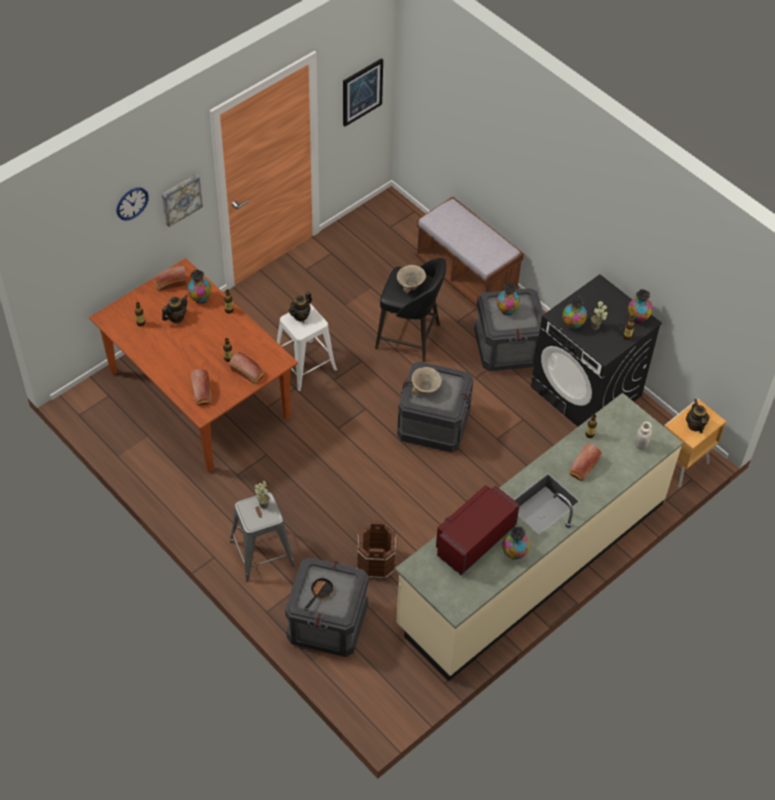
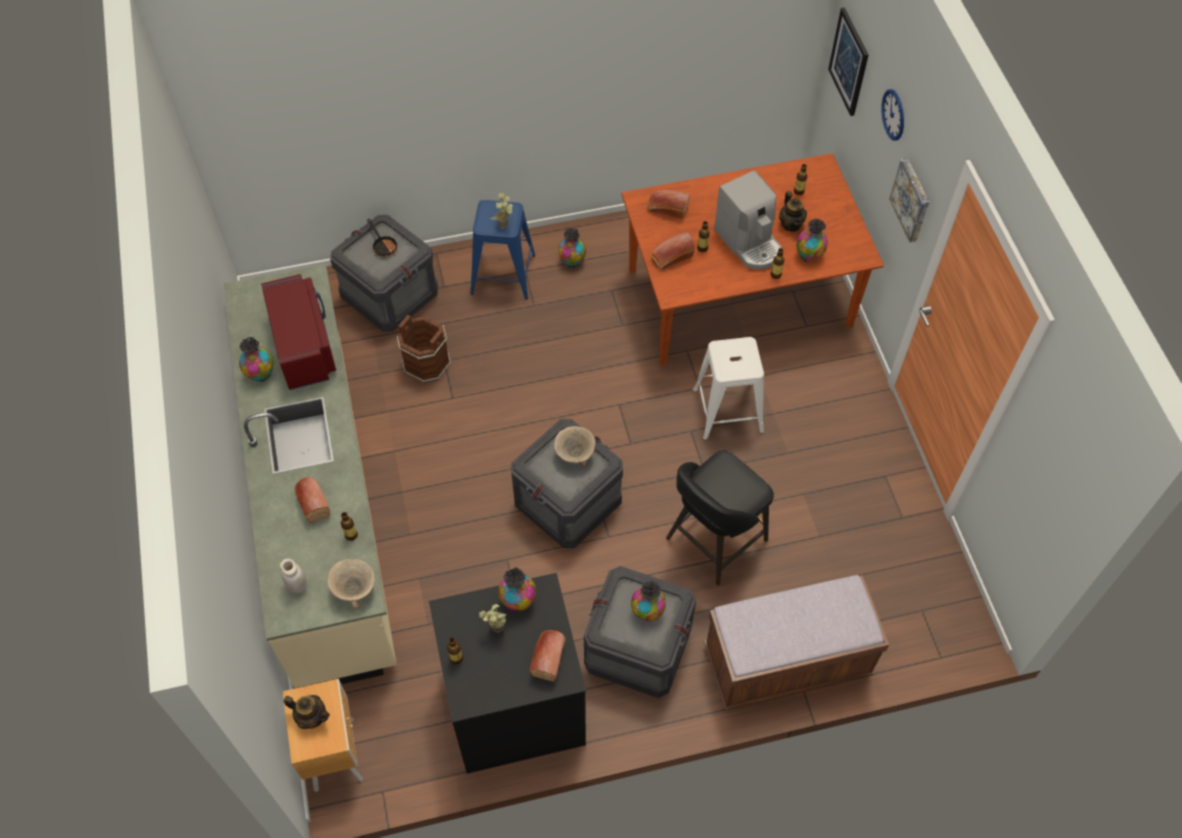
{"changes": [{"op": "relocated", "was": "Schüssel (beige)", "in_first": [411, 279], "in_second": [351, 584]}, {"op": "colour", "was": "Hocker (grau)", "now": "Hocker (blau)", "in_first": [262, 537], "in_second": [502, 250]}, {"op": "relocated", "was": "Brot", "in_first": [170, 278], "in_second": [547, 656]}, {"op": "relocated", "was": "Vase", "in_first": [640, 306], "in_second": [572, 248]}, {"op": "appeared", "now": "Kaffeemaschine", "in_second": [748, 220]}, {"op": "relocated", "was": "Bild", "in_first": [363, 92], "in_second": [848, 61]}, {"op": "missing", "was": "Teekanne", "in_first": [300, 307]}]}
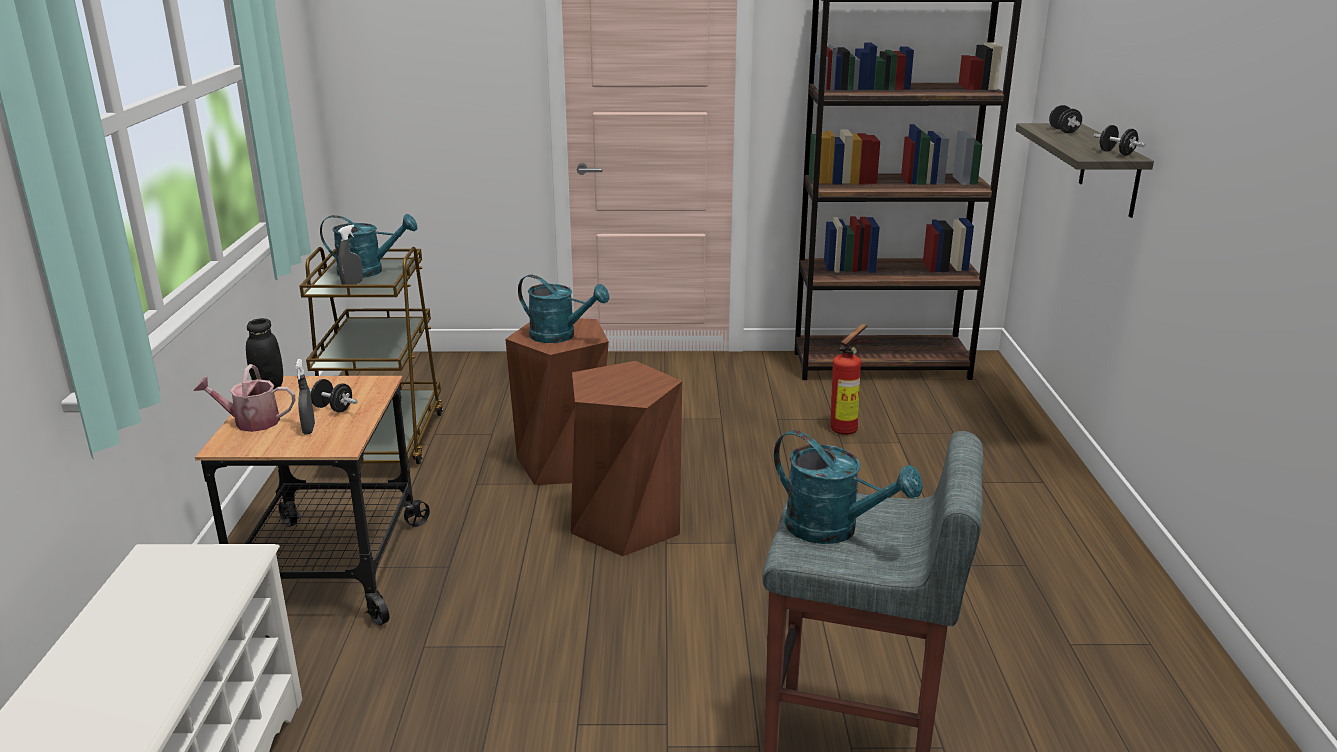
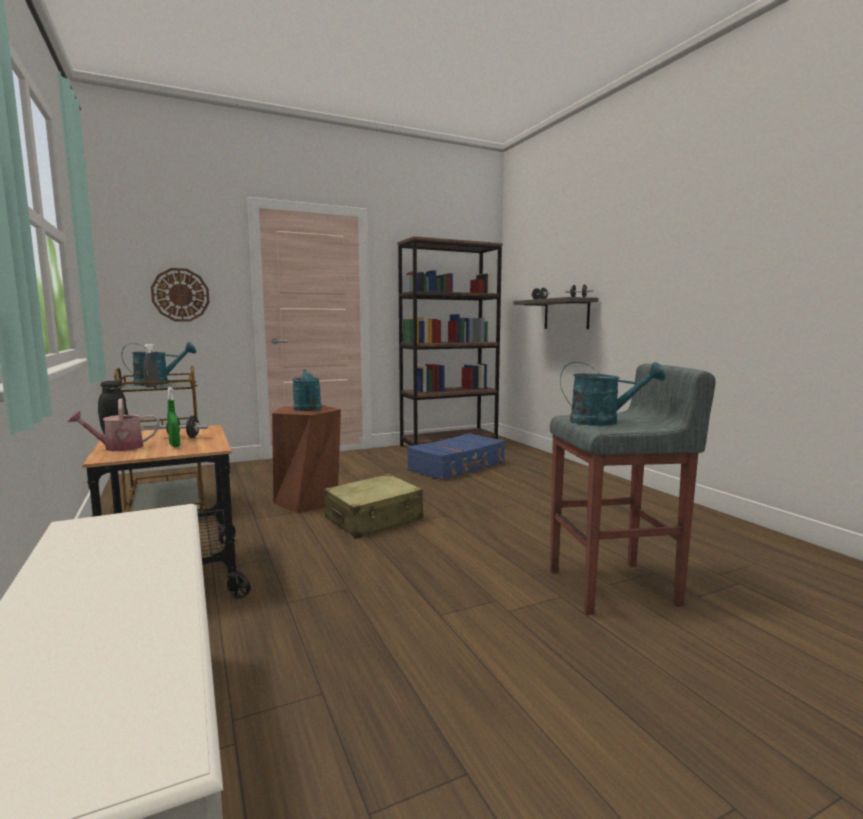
{"changes": [{"op": "appeared", "now": "Wanduhr", "in_second": [180, 295]}, {"op": "colour", "was": "Sprühflasche (grau)", "now": "Sprühflasche (grün)", "in_first": [305, 397], "in_second": [173, 417]}, {"op": "spun", "was": "Gießkanne (türkis)", "in_first": [563, 309], "in_second": [307, 390], "clockwise": 75}, {"op": "exchanged", "was": "Hocker (braun)", "now": "Koffer (beige)", "in_first": [626, 458], "in_second": [373, 506]}, {"op": "exchanged", "was": "Feuerlöscher", "now": "Koffer (blau)", "in_first": [850, 379], "in_second": [456, 456]}]}
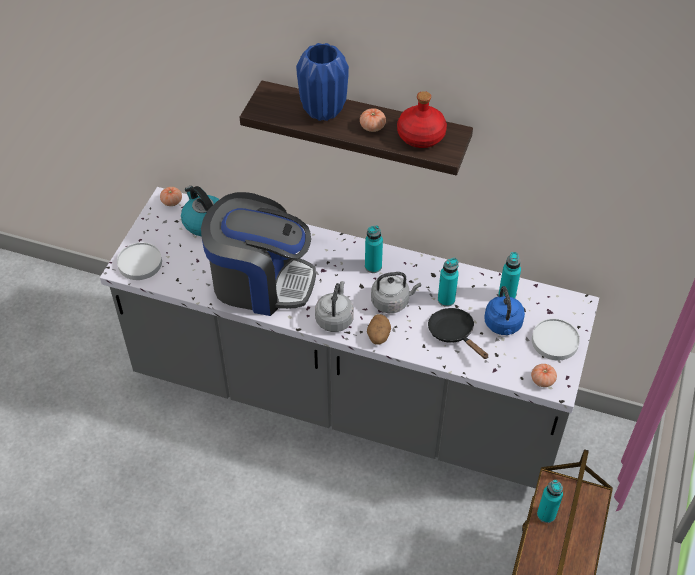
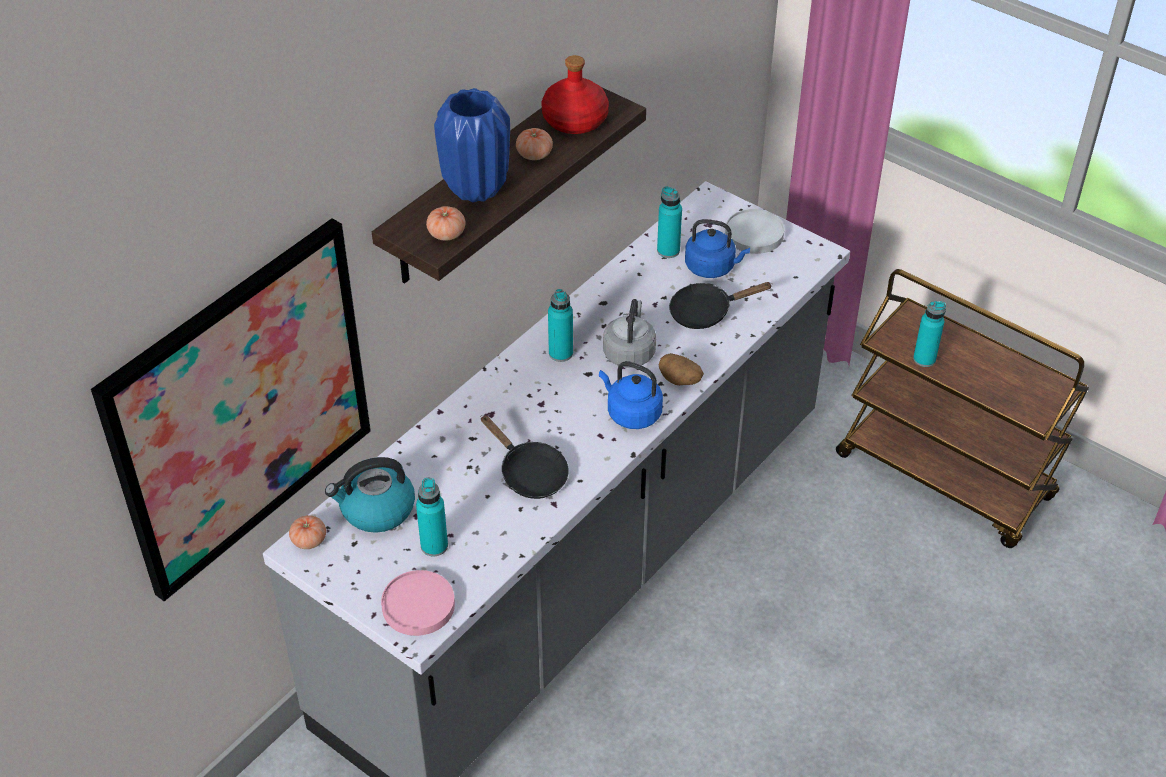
{"changes": [{"op": "appeared", "now": "Bild", "in_second": [231, 410]}, {"op": "colour", "was": "Teller (weiß)", "now": "Teller (rosa)", "in_first": [139, 261], "in_second": [418, 603]}, {"op": "relocated", "was": "Flasche (türkis)", "in_first": [448, 282], "in_second": [432, 517]}, {"op": "relocated", "was": "Tomate", "in_first": [544, 375], "in_second": [445, 223]}, {"op": "exchanged", "was": "Kaffeemaschine", "now": "Pfanne (schwarz)", "in_first": [258, 254], "in_second": [524, 457]}, {"op": "colour", "was": "Wasserkessel (grau)", "now": "Wasserkessel (blau)", "in_first": [334, 306], "in_second": [631, 395]}]}
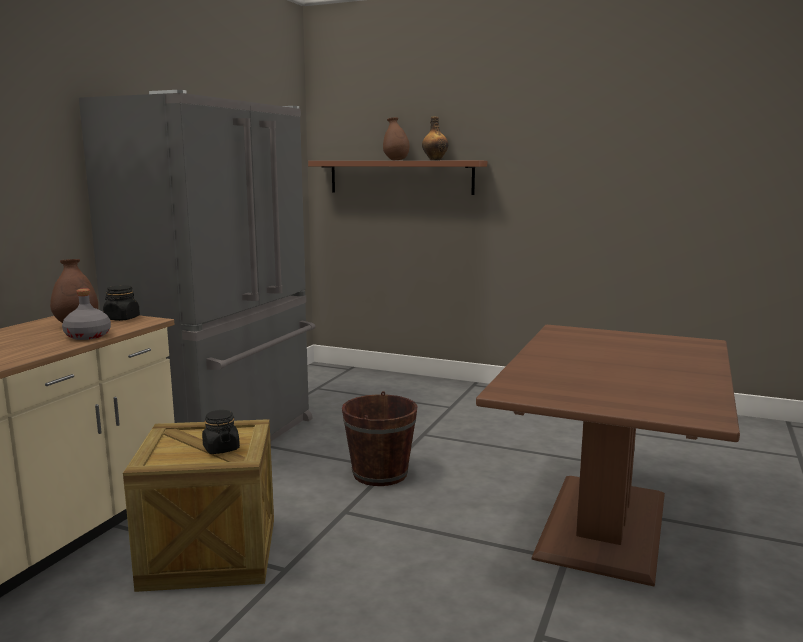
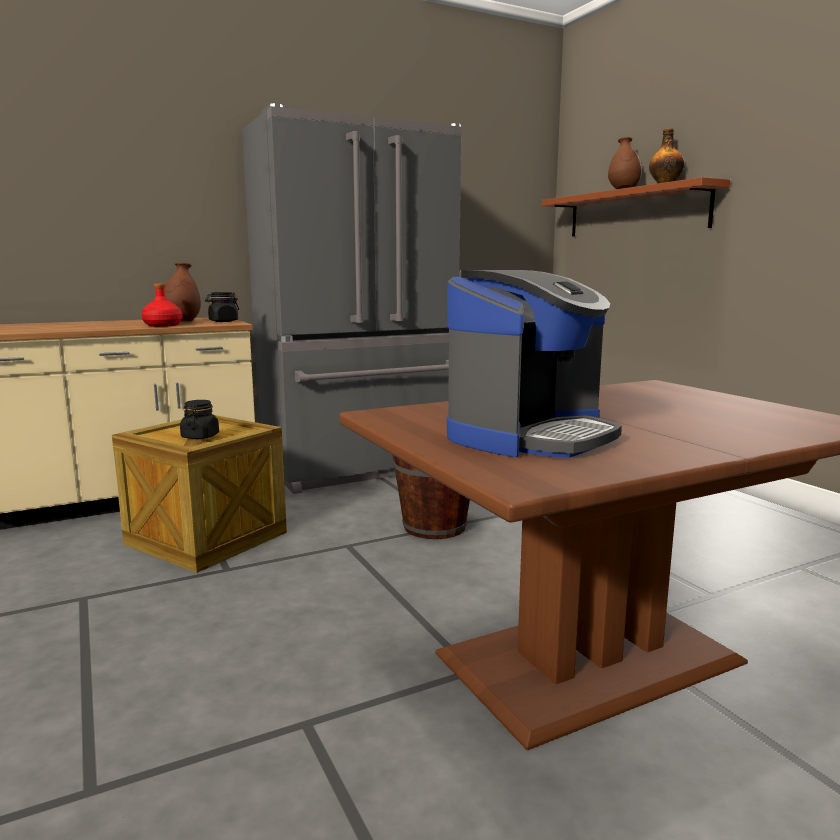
{"changes": [{"op": "colour", "was": "Flasche (grau)", "now": "Flasche (rot)", "in_first": [86, 314], "in_second": [162, 305]}, {"op": "appeared", "now": "Kaffeemaschine", "in_second": [534, 364]}]}
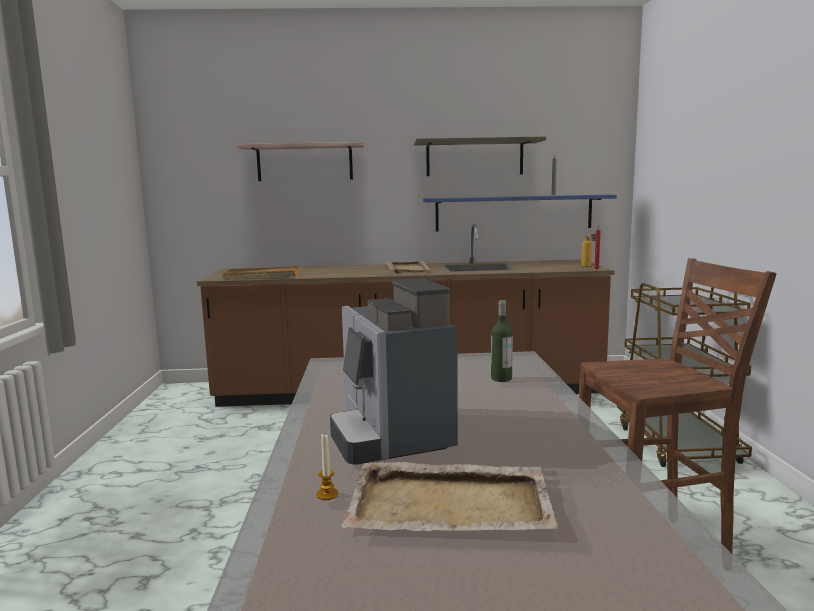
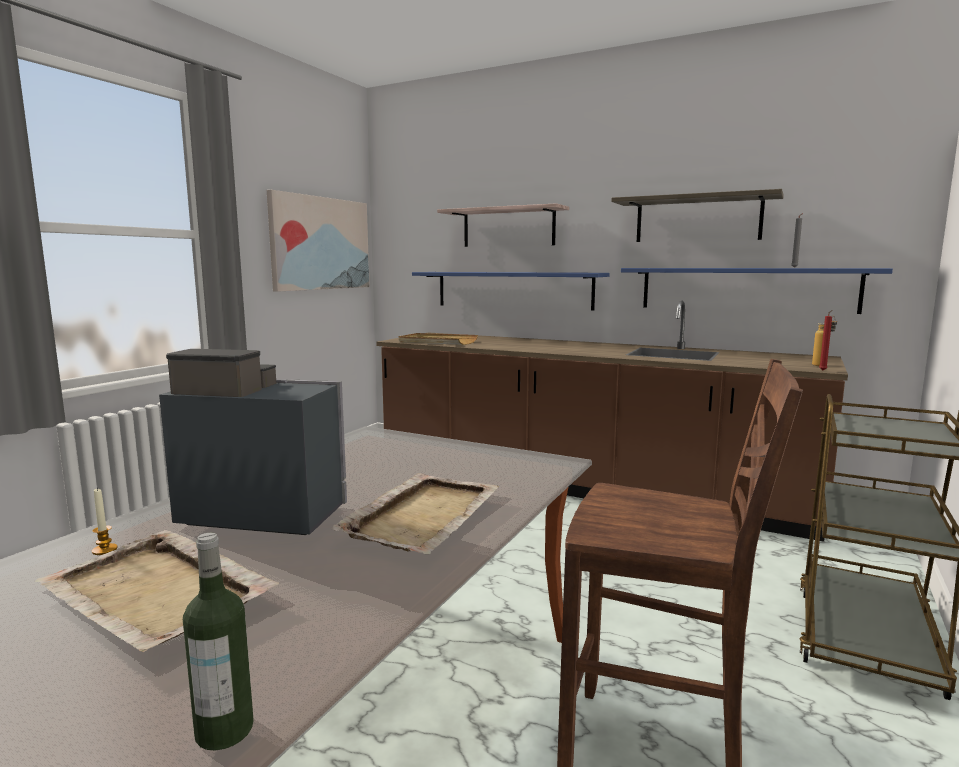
{"changes": [{"op": "spun", "was": "Kaffeemaschine", "in_first": [394, 372], "in_second": [253, 442], "clockwise": 90}, {"op": "relocated", "was": "Flasche", "in_first": [502, 341], "in_second": [218, 642]}, {"op": "appeared", "now": "Bild", "in_second": [318, 241]}, {"op": "relocated", "was": "Tablett (beige)", "in_first": [408, 267], "in_second": [414, 513]}, {"op": "appeared", "now": "Wandregal (blau)", "in_second": [510, 291]}]}
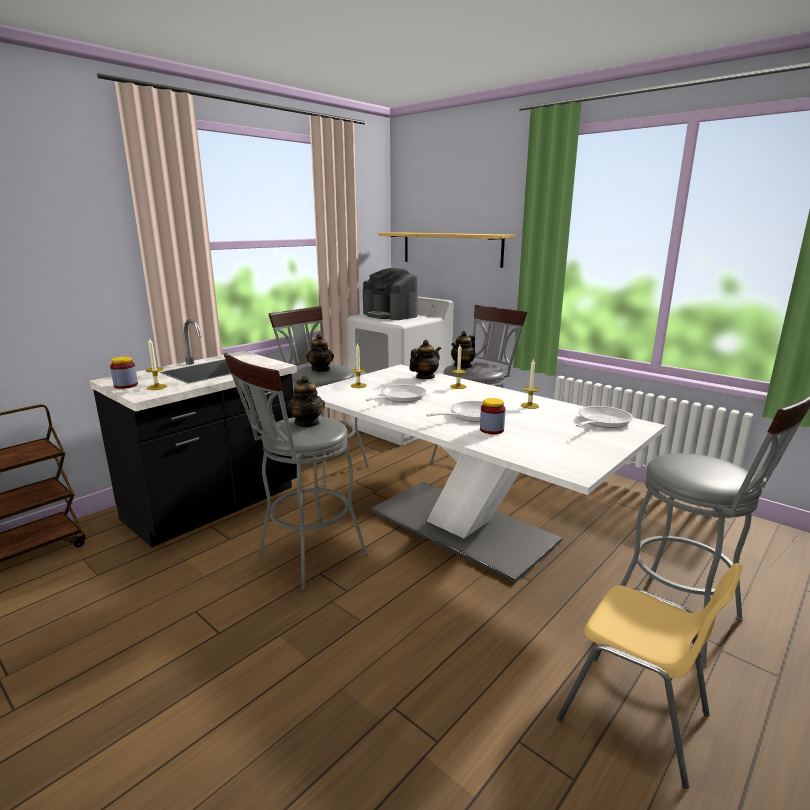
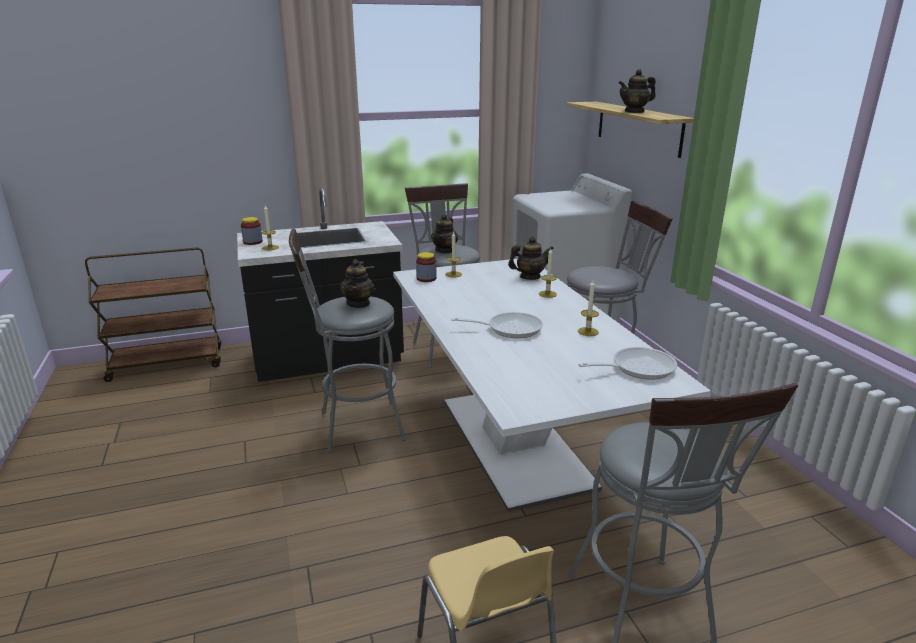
{"changes": [{"op": "relocated", "was": "Vorratsglas", "in_first": [492, 416], "in_second": [426, 267]}, {"op": "relocated", "was": "Teekanne", "in_first": [463, 350], "in_second": [637, 91]}, {"op": "missing", "was": "Kaffeemaschine", "in_first": [390, 294]}, {"op": "missing", "was": "Pfanne", "in_first": [395, 393]}]}
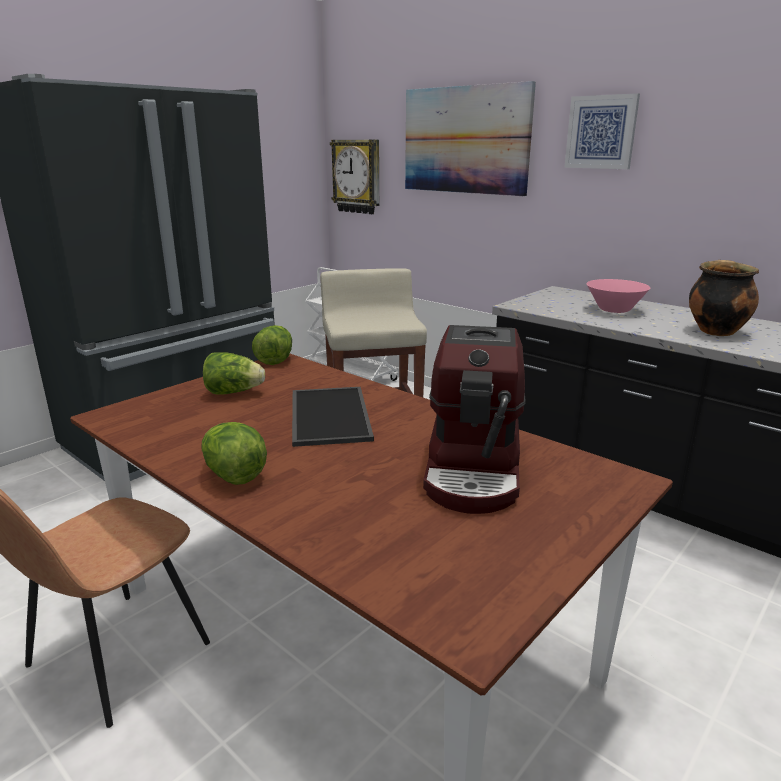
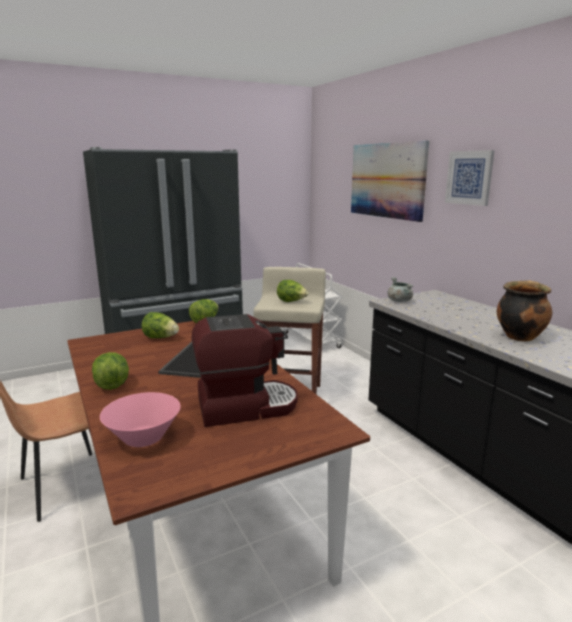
{"changes": [{"op": "relocated", "was": "Schüssel (rosa)", "in_first": [618, 296], "in_second": [140, 419]}, {"op": "spun", "was": "Kaffeemaschine", "in_first": [474, 419], "in_second": [245, 370], "clockwise": -135}, {"op": "appeared", "now": "Salatkopf", "in_second": [293, 291]}, {"op": "appeared", "now": "Kochtopf (grau)", "in_second": [400, 289]}, {"op": "missing", "was": "Wanduhr", "in_first": [354, 177]}]}
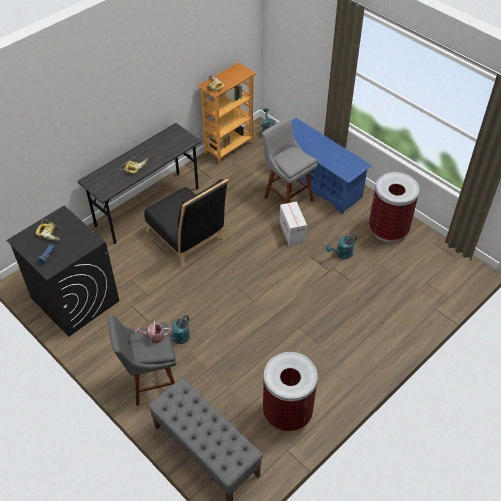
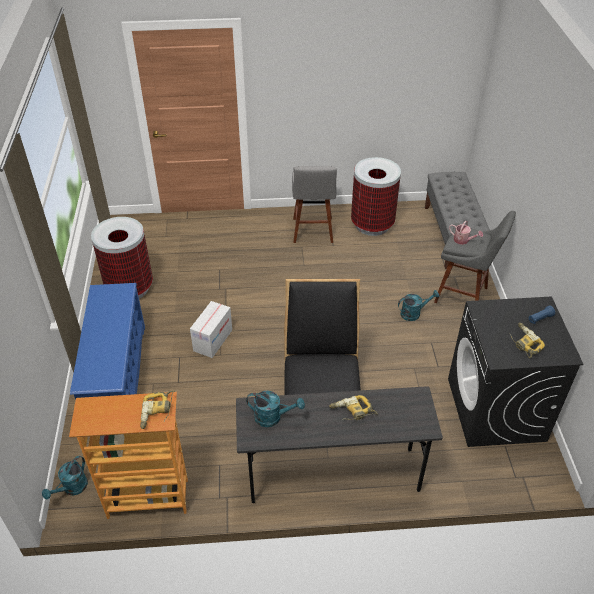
{"changes": [{"op": "relocated", "was": "Gießkanne (türkis)", "in_first": [341, 246], "in_second": [275, 409]}, {"op": "relocated", "was": "Hocker (grau)", "in_first": [289, 160], "in_second": [314, 204]}]}
